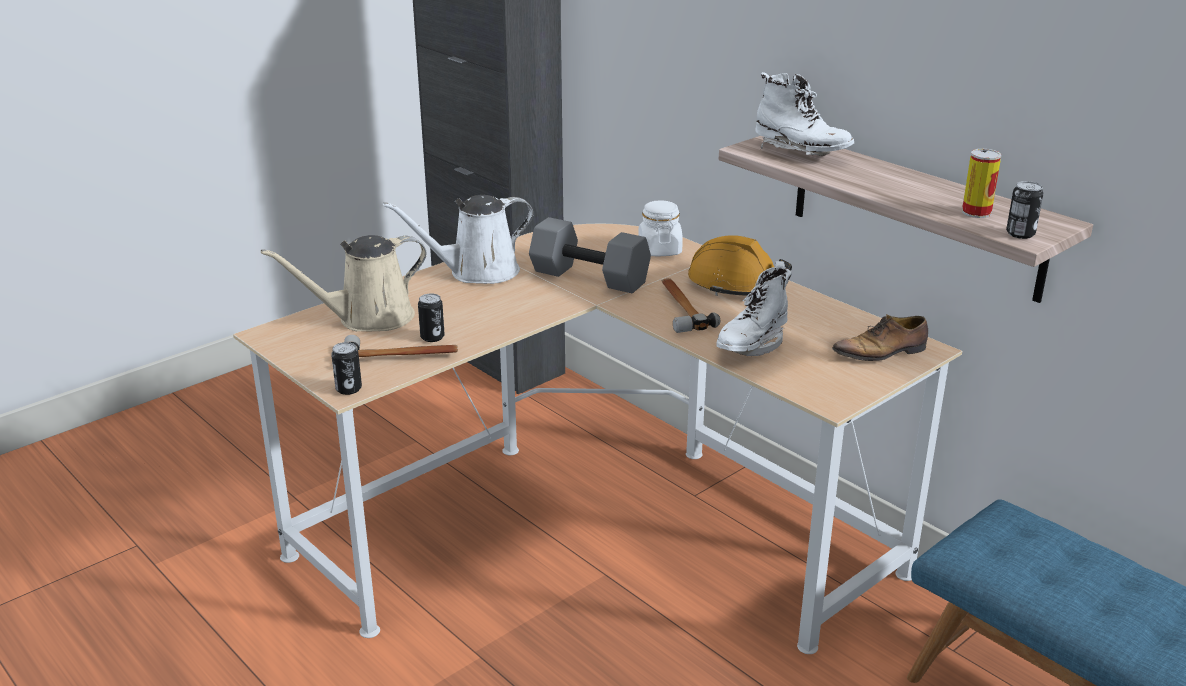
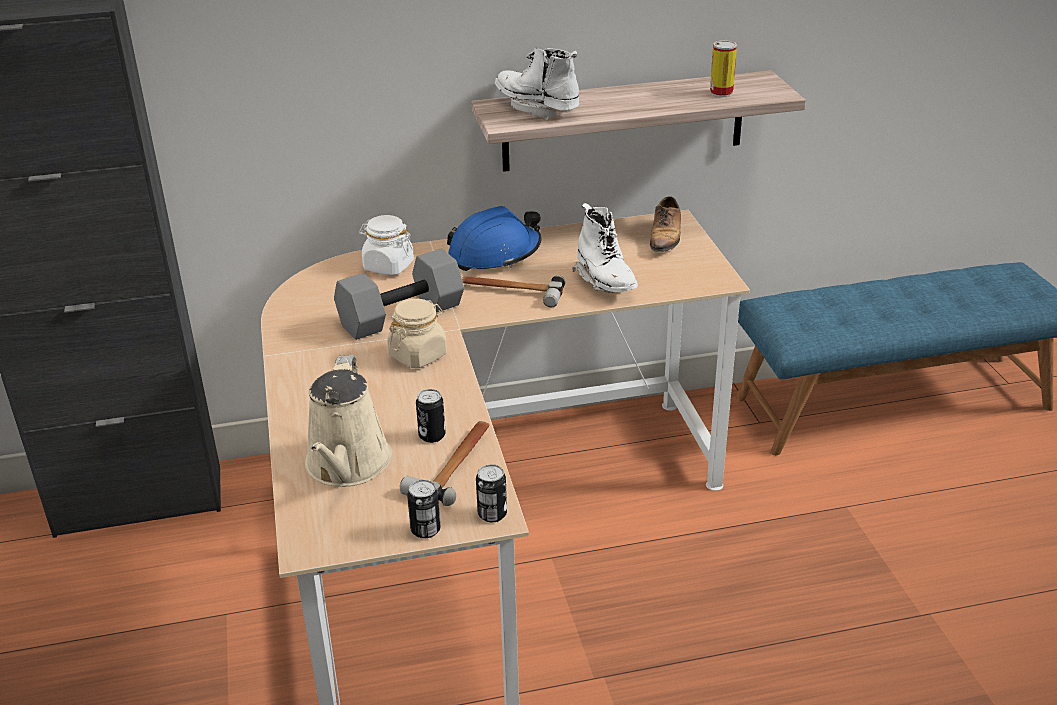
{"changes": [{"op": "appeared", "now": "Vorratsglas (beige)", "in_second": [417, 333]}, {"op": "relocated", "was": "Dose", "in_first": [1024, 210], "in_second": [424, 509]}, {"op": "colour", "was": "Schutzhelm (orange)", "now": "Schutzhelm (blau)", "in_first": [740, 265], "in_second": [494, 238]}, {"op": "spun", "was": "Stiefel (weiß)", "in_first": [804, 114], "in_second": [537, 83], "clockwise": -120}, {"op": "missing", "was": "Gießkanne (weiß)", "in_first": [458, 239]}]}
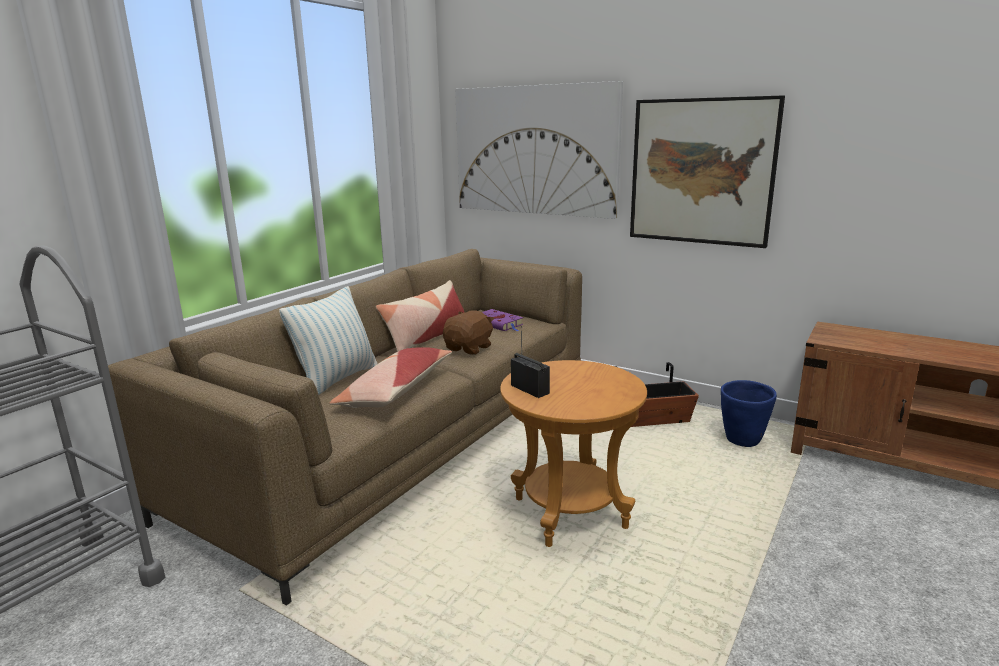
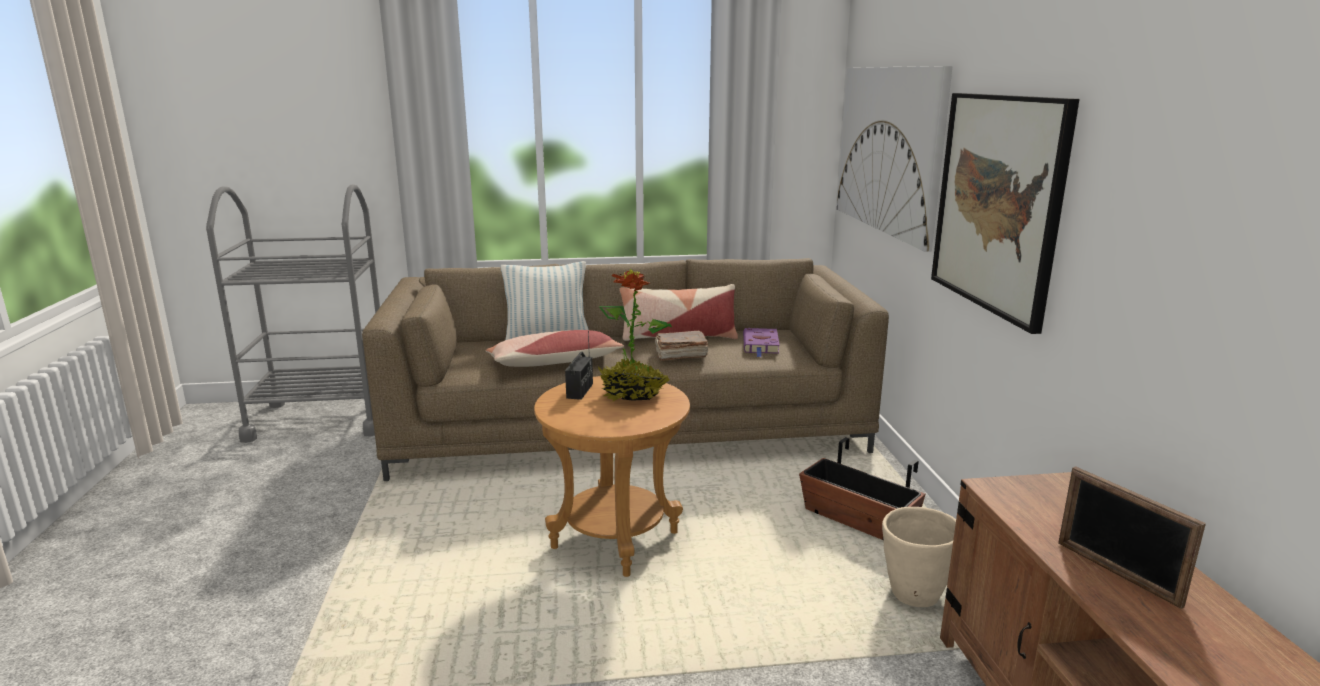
{"changes": [{"op": "appeared", "now": "Topfpflanze", "in_second": [635, 335]}, {"op": "exchanged", "was": "Plüschtier (braun)", "now": "Buch (braun)", "in_first": [468, 333], "in_second": [681, 346]}, {"op": "colour", "was": "Pflanzkübel (blau)", "now": "Pflanzkübel (beige)", "in_first": [749, 413], "in_second": [919, 557]}, {"op": "appeared", "now": "Bilderrahmen", "in_second": [1132, 537]}]}
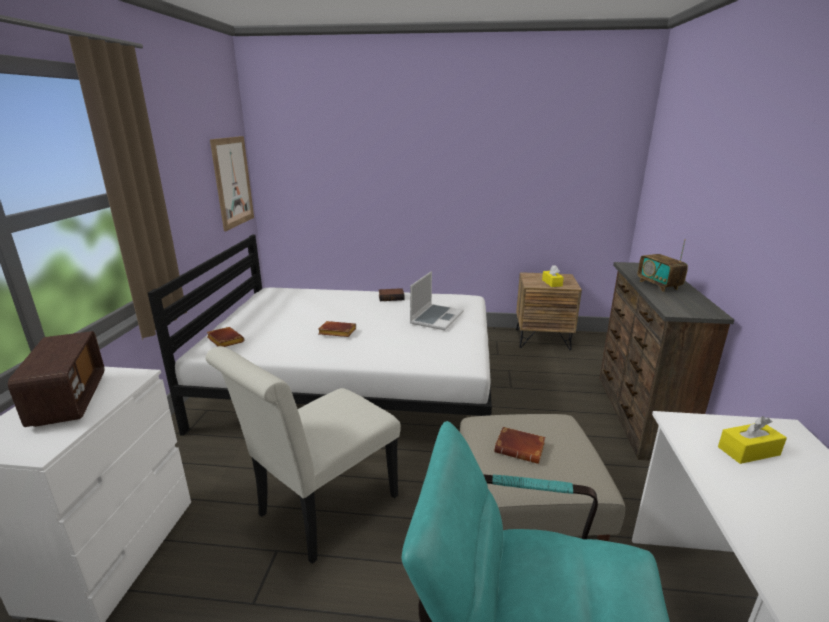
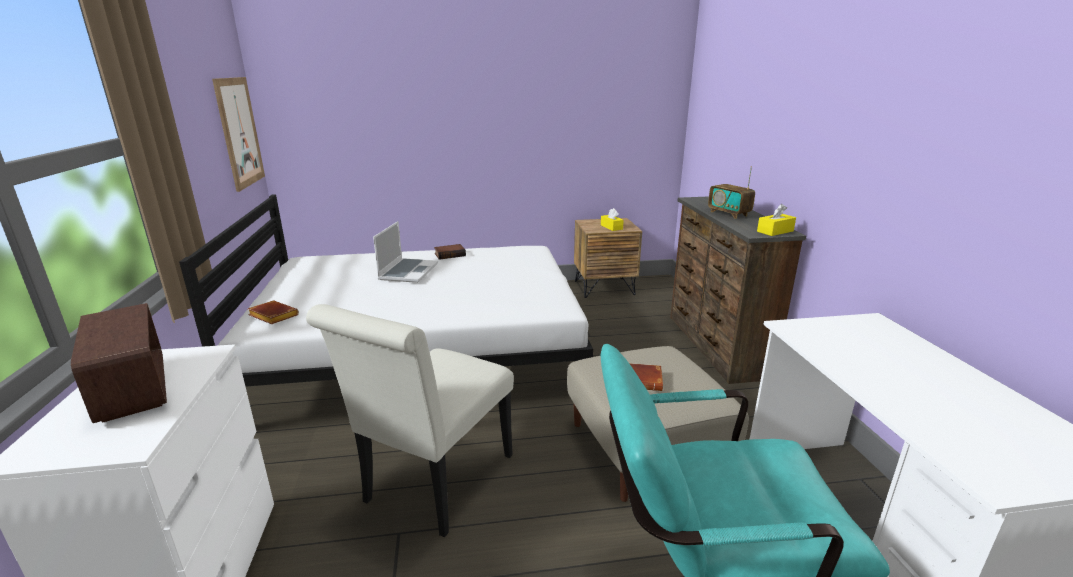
{"changes": [{"op": "relocated", "was": "Laptop", "in_first": [437, 300], "in_second": [405, 252]}, {"op": "relocated", "was": "Taschentuchbox (gelb)", "in_first": [752, 440], "in_second": [776, 220]}, {"op": "missing", "was": "Buch (braun)", "in_first": [337, 329]}]}
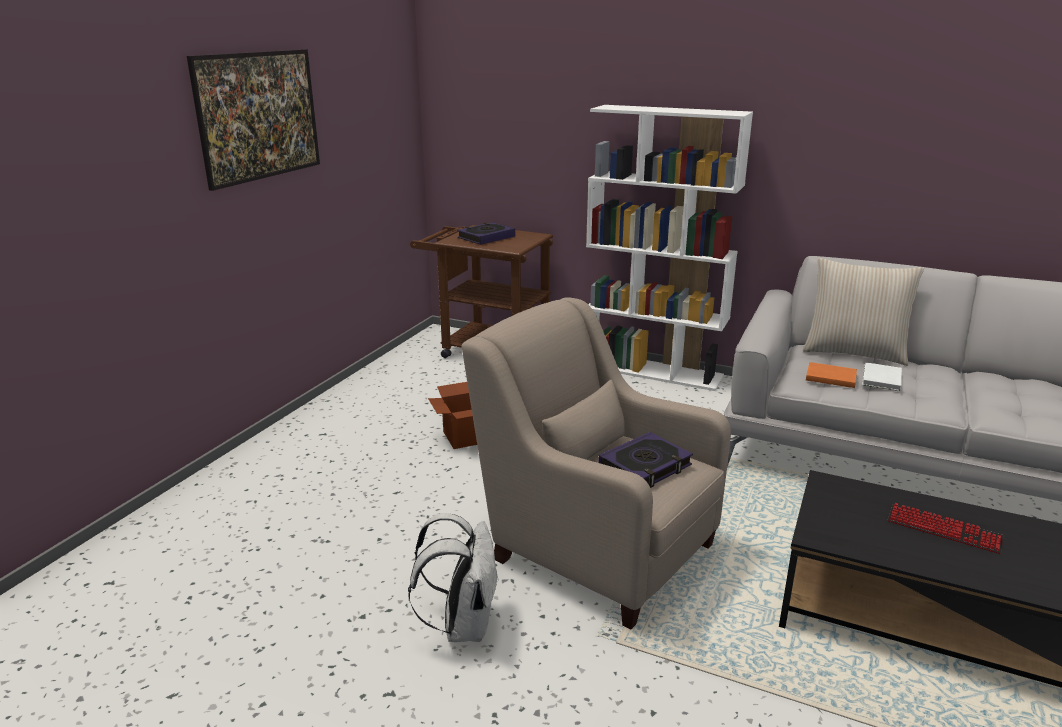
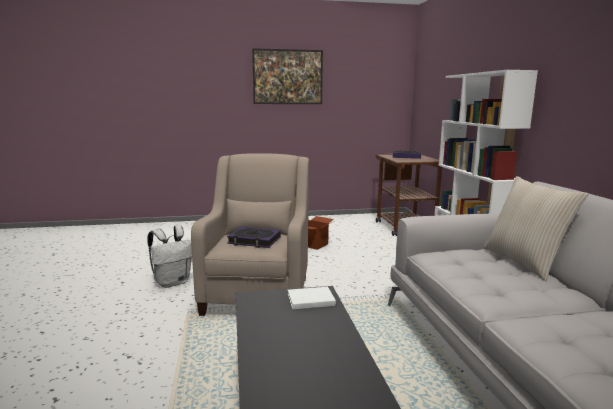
{"changes": [{"op": "relocated", "was": "Buch (weiß)", "in_first": [882, 376], "in_second": [312, 298]}, {"op": "missing", "was": "Buch (orange)", "in_first": [831, 375]}, {"op": "missing", "was": "Tastatur", "in_first": [945, 528]}]}
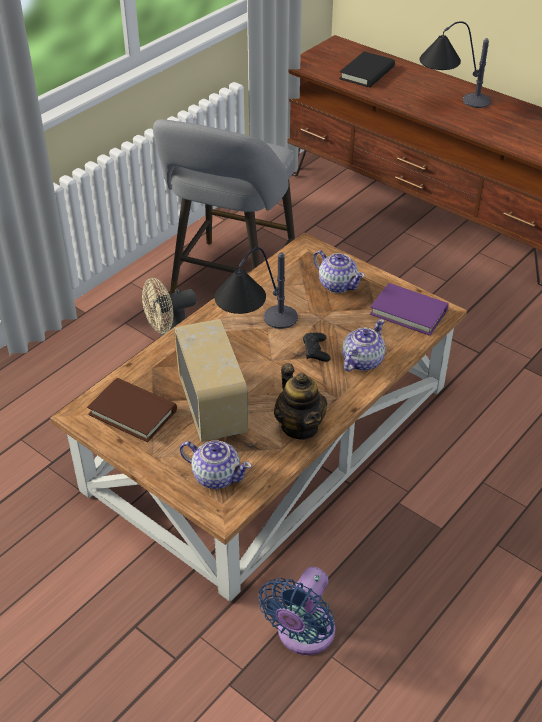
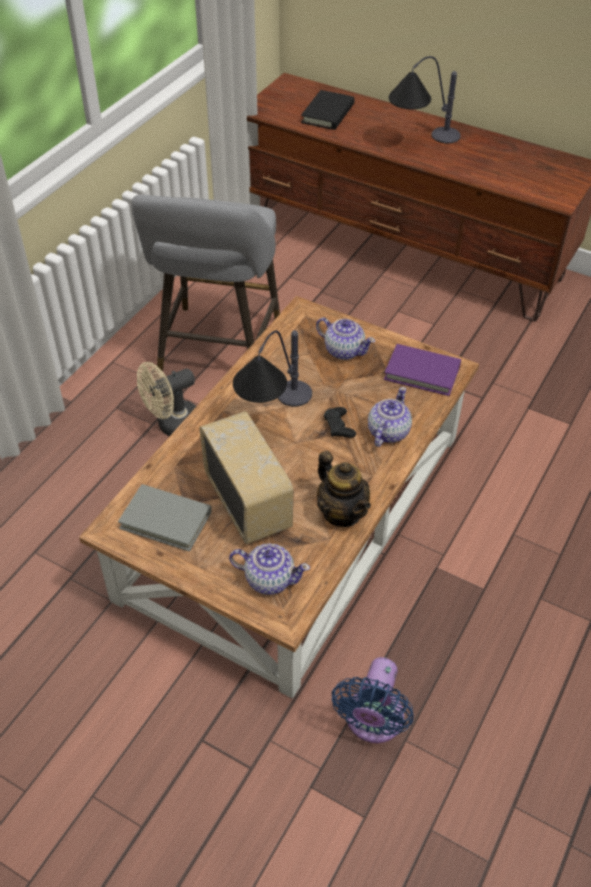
{"changes": [{"op": "colour", "was": "Buch (braun)", "now": "Buch (grau)", "in_first": [132, 410], "in_second": [165, 518]}]}
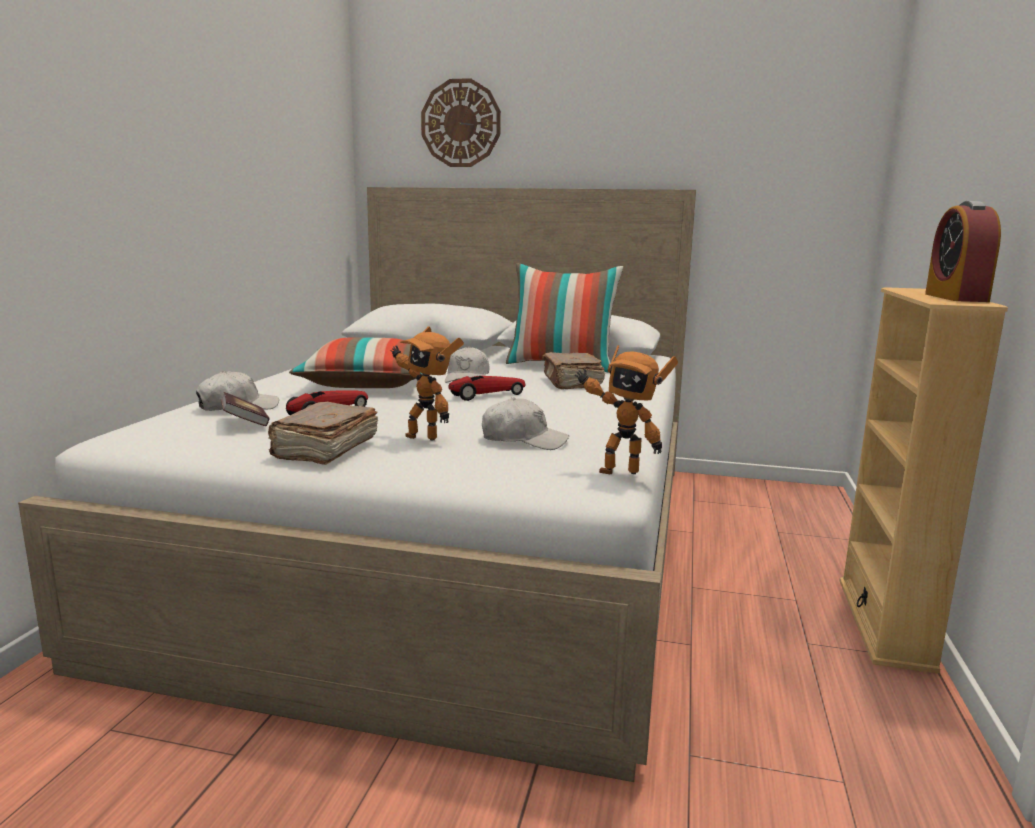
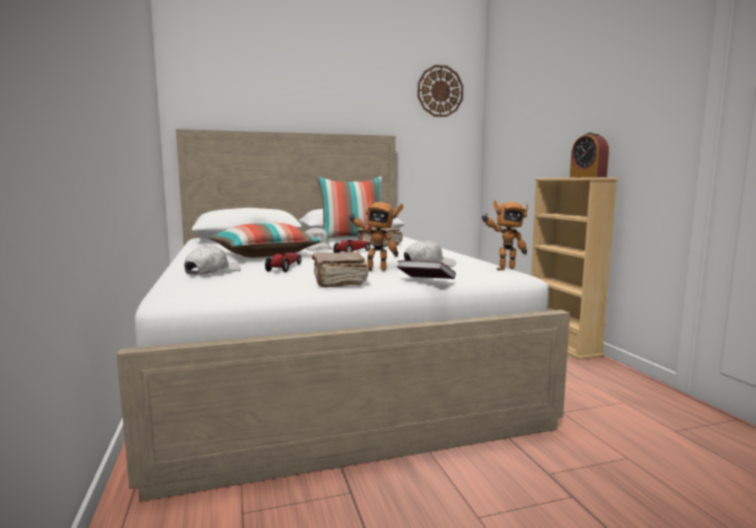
{"changes": [{"op": "relocated", "was": "Buch", "in_first": [245, 409], "in_second": [426, 269]}, {"op": "relocated", "was": "Wanduhr", "in_first": [461, 122], "in_second": [440, 91]}]}
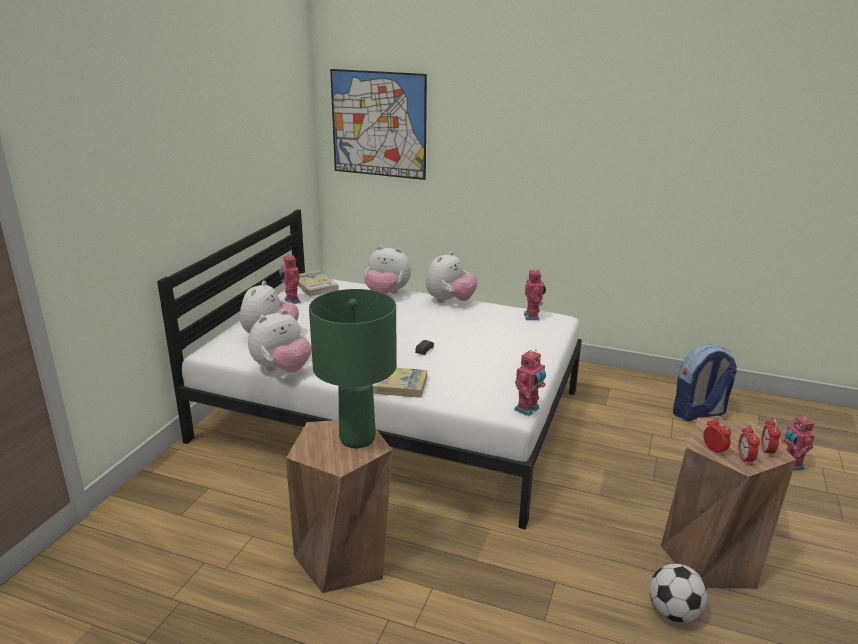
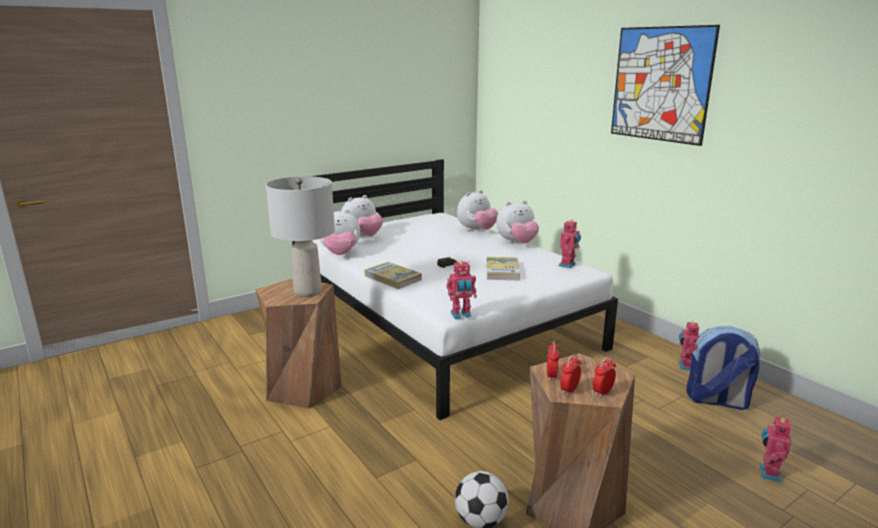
{"changes": [{"op": "colour", "was": "Tischlampe (grün)", "now": "Tischlampe (grau)", "in_first": [353, 368], "in_second": [300, 236]}, {"op": "spun", "was": "Plüschtier", "in_first": [387, 270], "in_second": [477, 210], "clockwise": -90}, {"op": "relocated", "was": "Buch", "in_first": [318, 283], "in_second": [503, 268]}, {"op": "relocated", "was": "Bild", "in_first": [378, 124], "in_second": [665, 85]}, {"op": "relocated", "was": "Spielzeugroboter", "in_first": [290, 279], "in_second": [688, 345]}]}
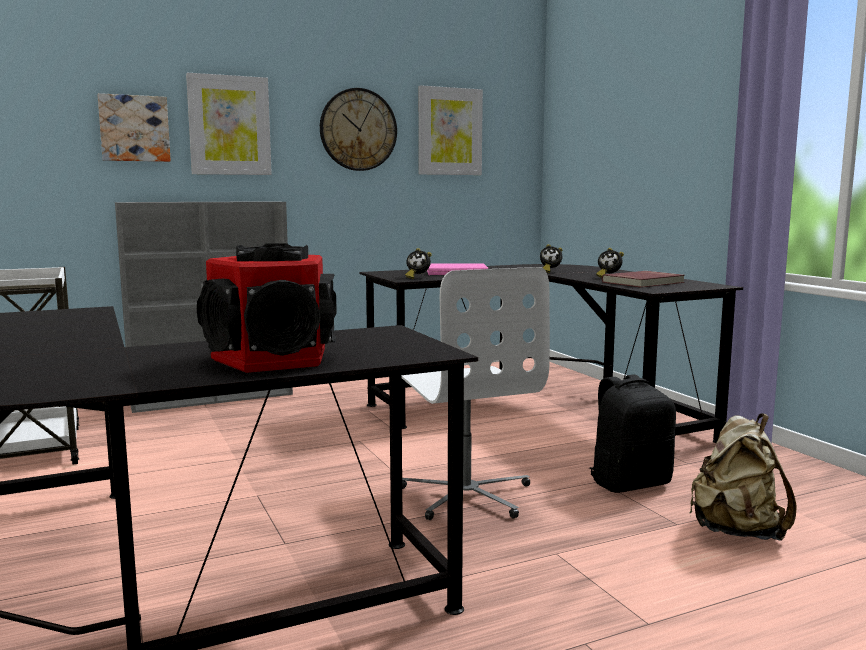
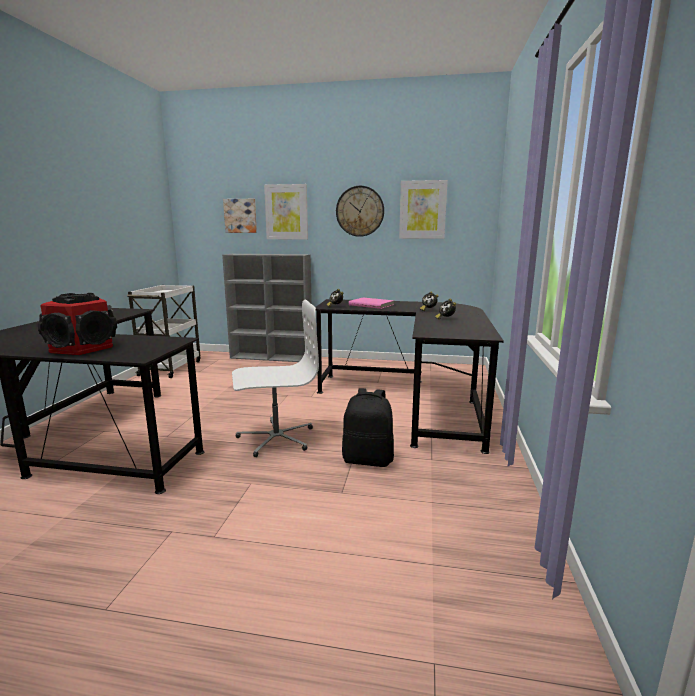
{"changes": [{"op": "spun", "was": "Bürostuhl (weiß)", "in_first": [475, 393], "in_second": [275, 378], "clockwise": -120}, {"op": "missing", "was": "Buch (rot)", "in_first": [643, 279]}, {"op": "missing", "was": "Rucksack (beige)", "in_first": [743, 477]}]}
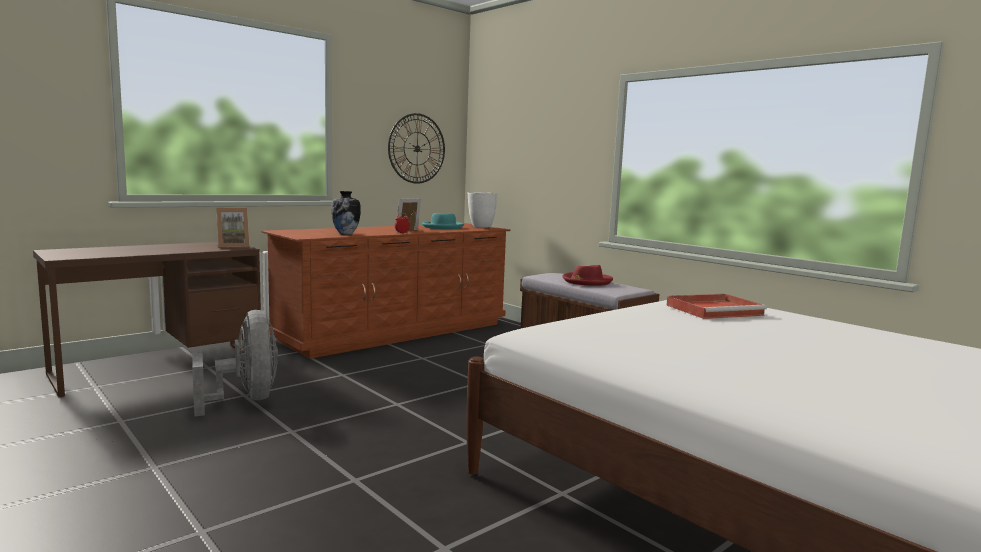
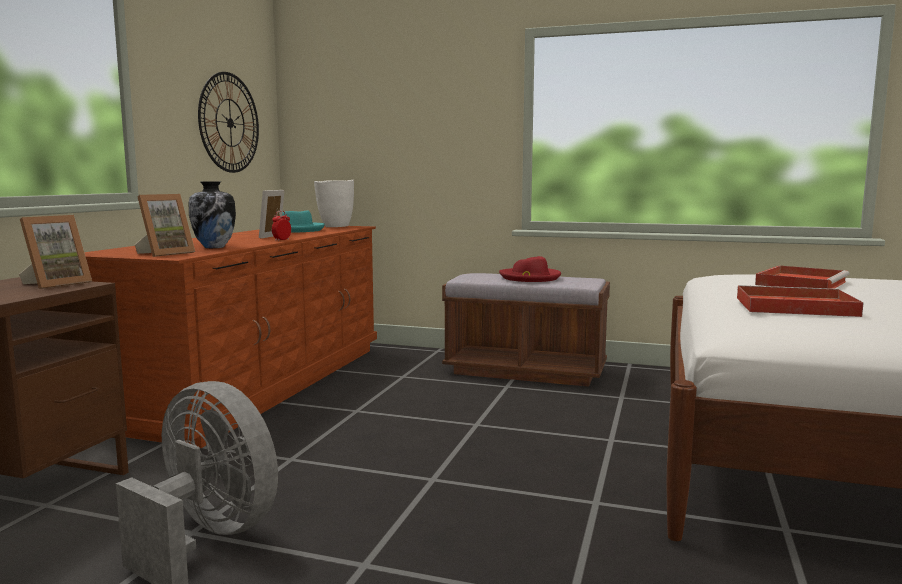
{"changes": [{"op": "appeared", "now": "Bilderrahmen", "in_second": [165, 225]}, {"op": "appeared", "now": "Tablett (rot)", "in_second": [800, 301]}]}
